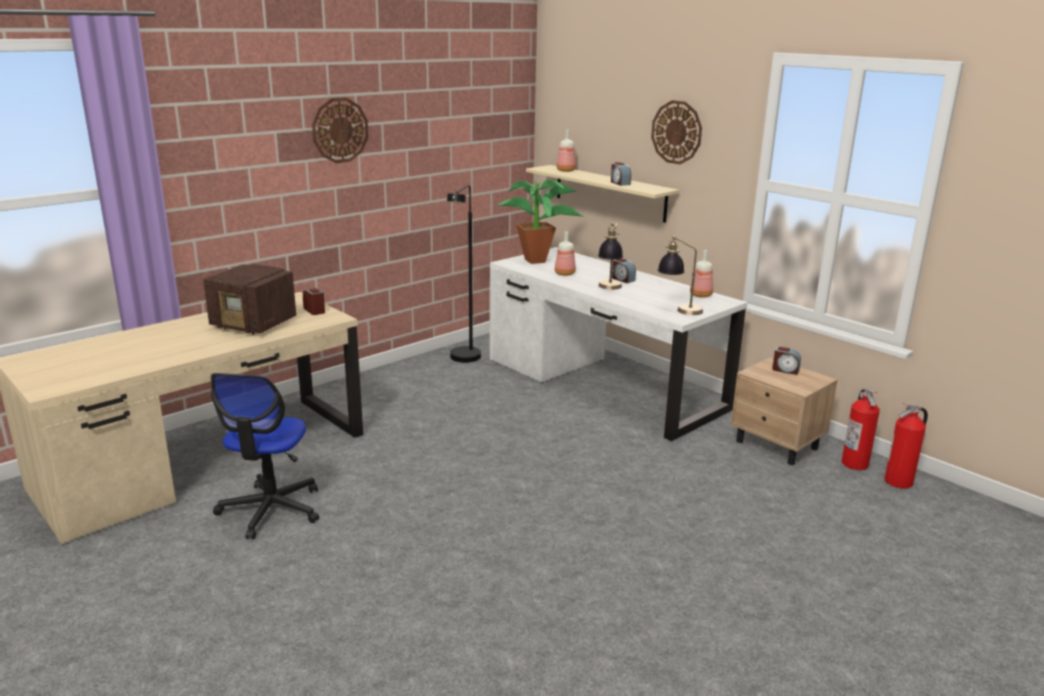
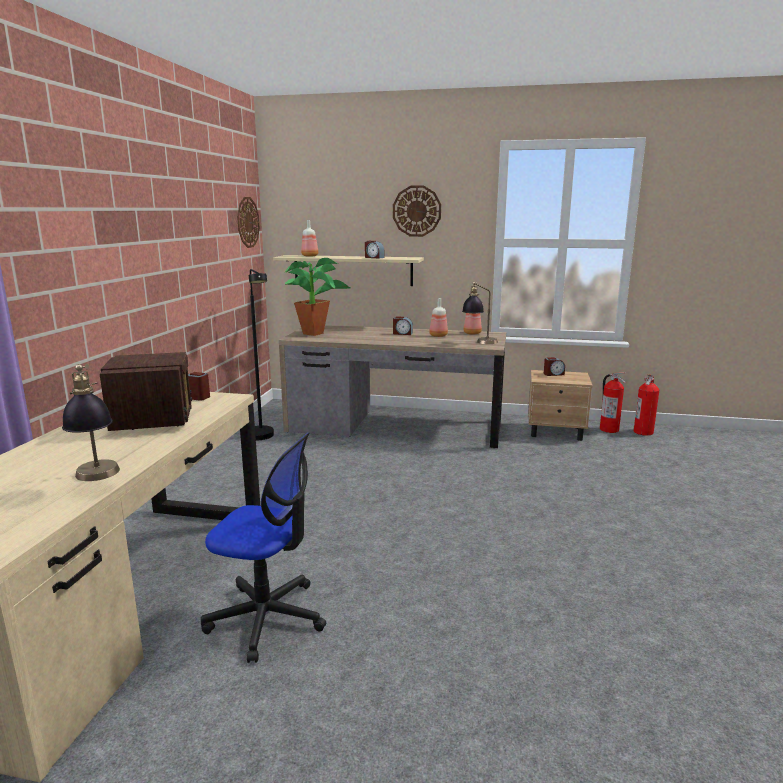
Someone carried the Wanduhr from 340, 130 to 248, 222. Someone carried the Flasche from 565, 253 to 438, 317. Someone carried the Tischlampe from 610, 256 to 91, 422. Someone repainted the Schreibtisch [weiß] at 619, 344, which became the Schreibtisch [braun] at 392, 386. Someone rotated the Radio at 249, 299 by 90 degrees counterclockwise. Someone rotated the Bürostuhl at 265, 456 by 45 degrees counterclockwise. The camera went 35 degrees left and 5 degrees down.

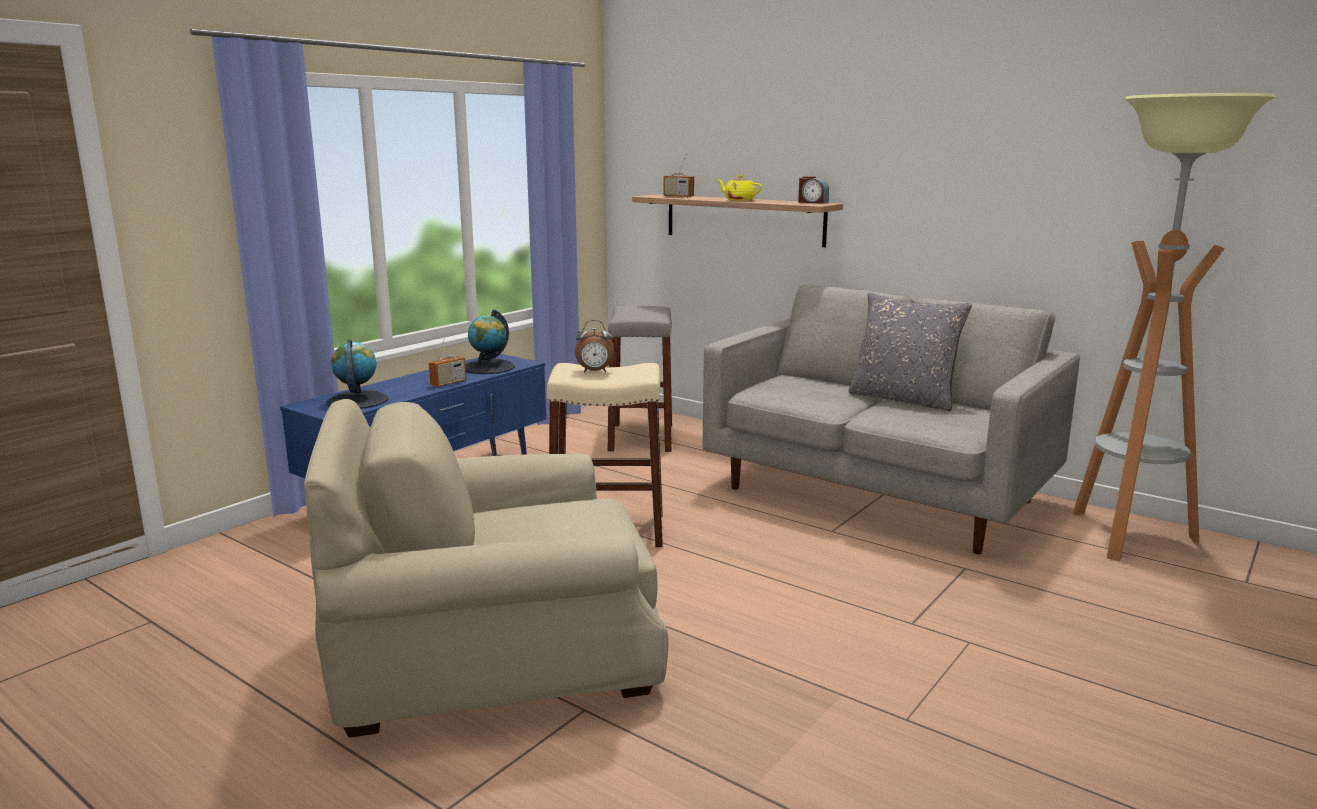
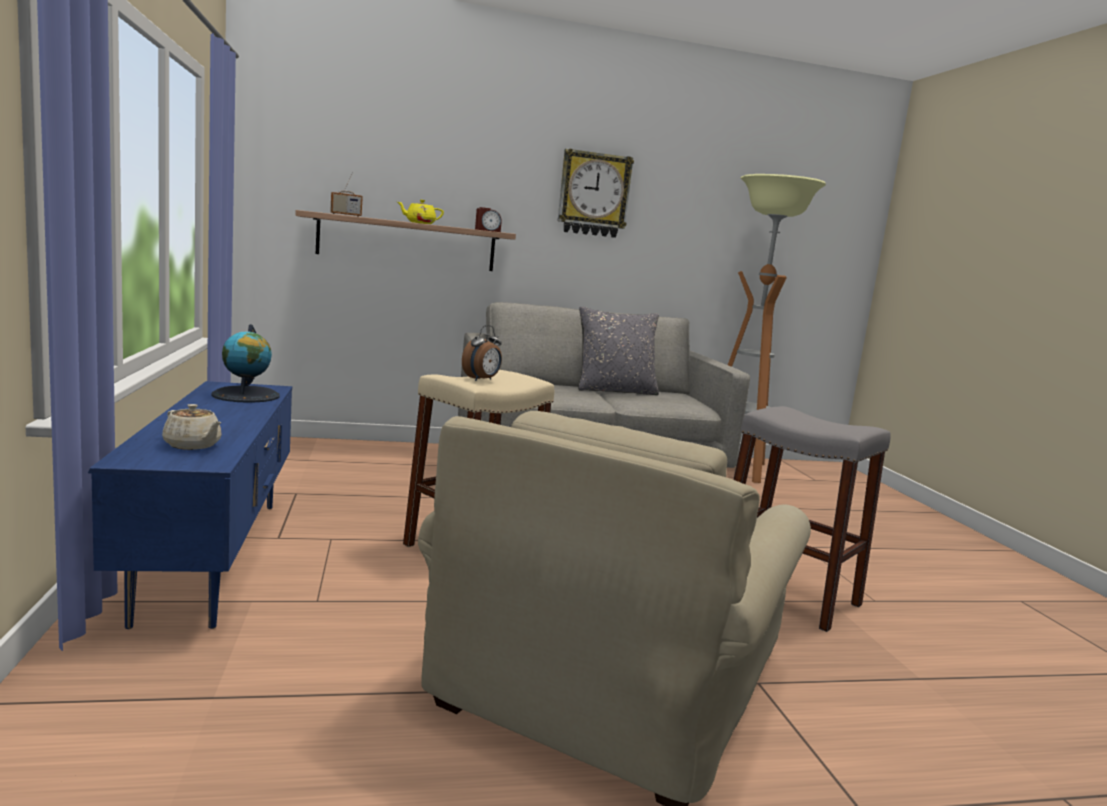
Someone took away the Radio at 447, 359. Someone put up the Wanduhr at 596, 193. Someone carried the Hocker [grau] from 640, 379 to 812, 519. Someone swapped the Globus at 357, 374 for the Teekanne [beige] at 191, 427. The camera went 50 degrees left and 5 degrees down.

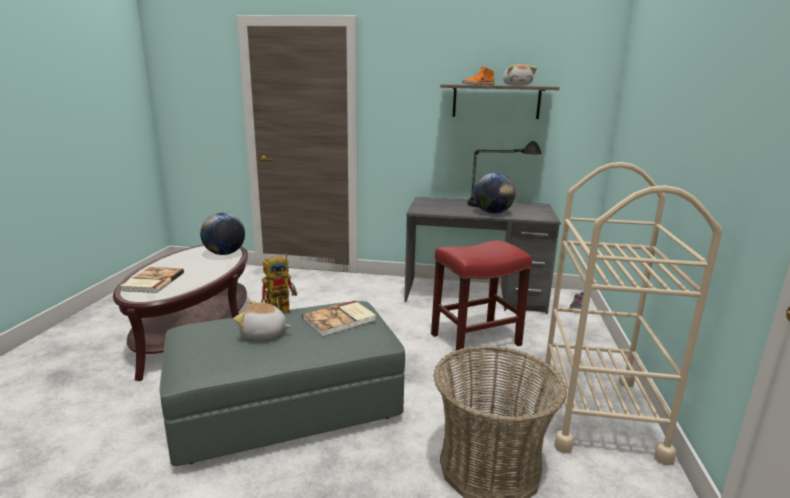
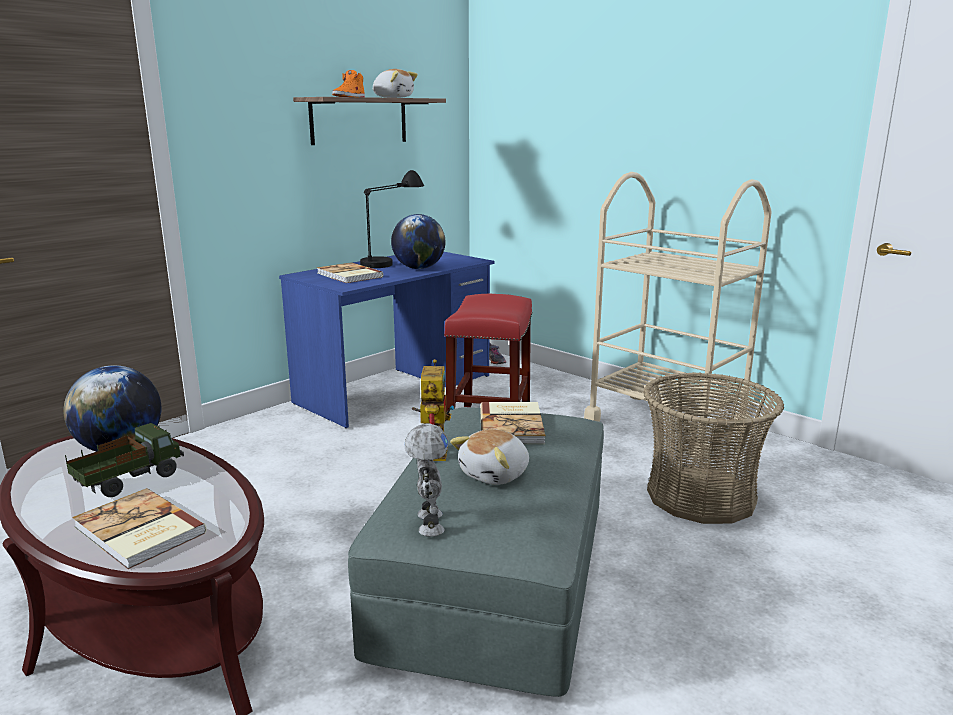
Someone put down the Spielzeuglaster at 124, 460. Someone put down the Buch at 350, 272. Someone put down the Spielzeugroboter at 427, 480. Someone repainted the Schreibtisch [grau] at 482, 255, which became the Schreibtisch [blau] at 386, 340. The camera went 55 degrees left and 0 degrees up.

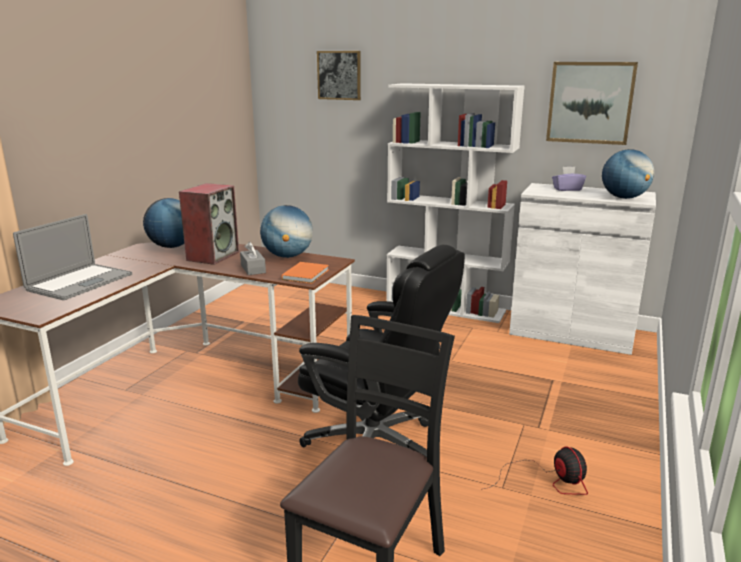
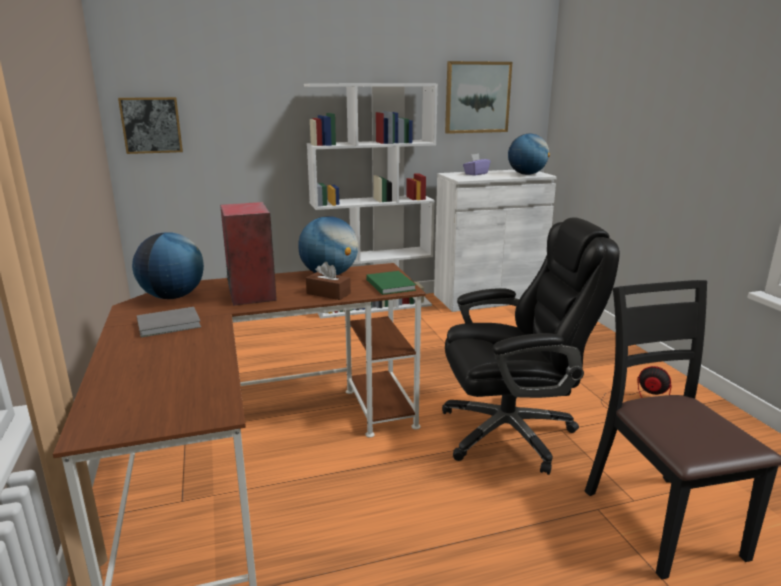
Someone took away the Laptop at 72, 257. Someone put down the Buch [grau] at 169, 322. Someone carried the Bild from 339, 75 to 150, 125. Someone repainted the Taschentuchbox [grau] at 253, 258, which became the Taschentuchbox [braun] at 328, 281. Someone repainted the Buch [orange] at 305, 273, which became the Buch [grün] at 391, 283. The camera went 40 degrees left and 0 degrees up.

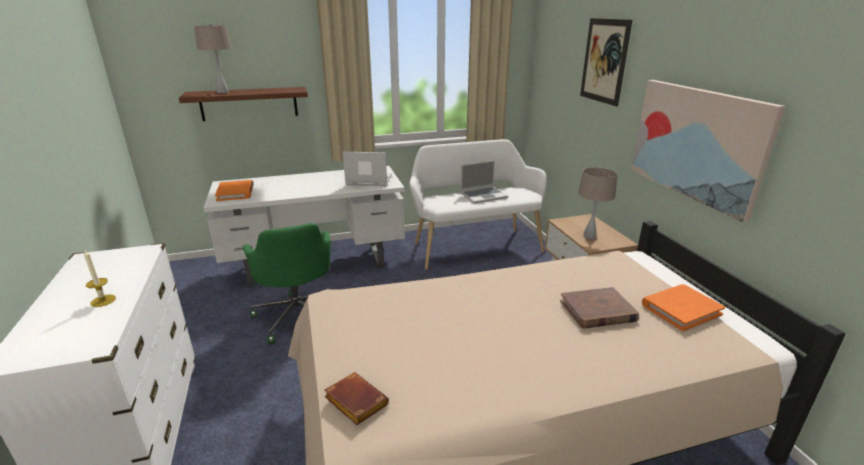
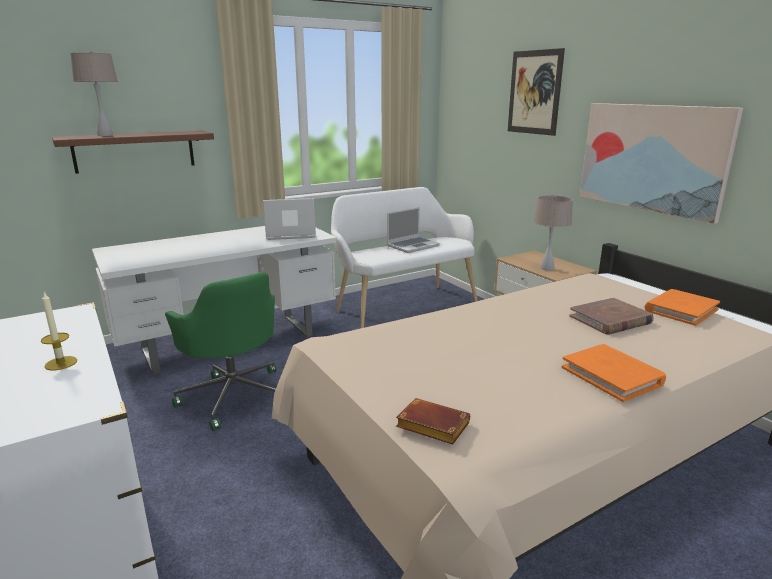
Someone carried the Buch [orange] from 234, 190 to 613, 373. The camera went 15 degrees left and 5 degrees down.

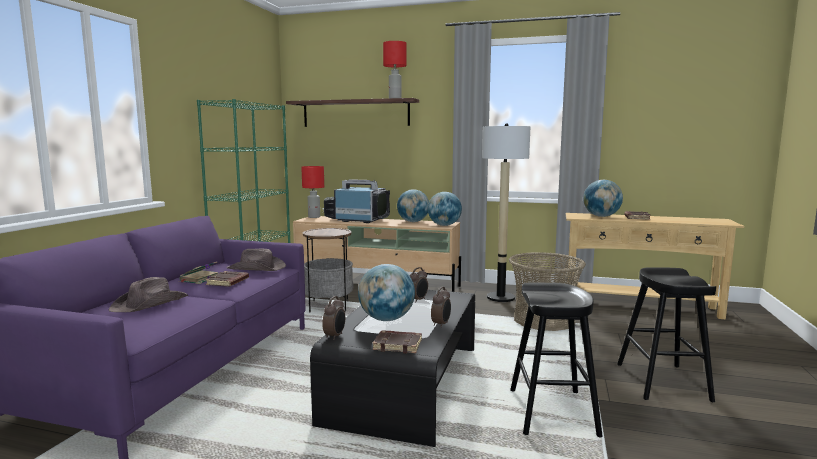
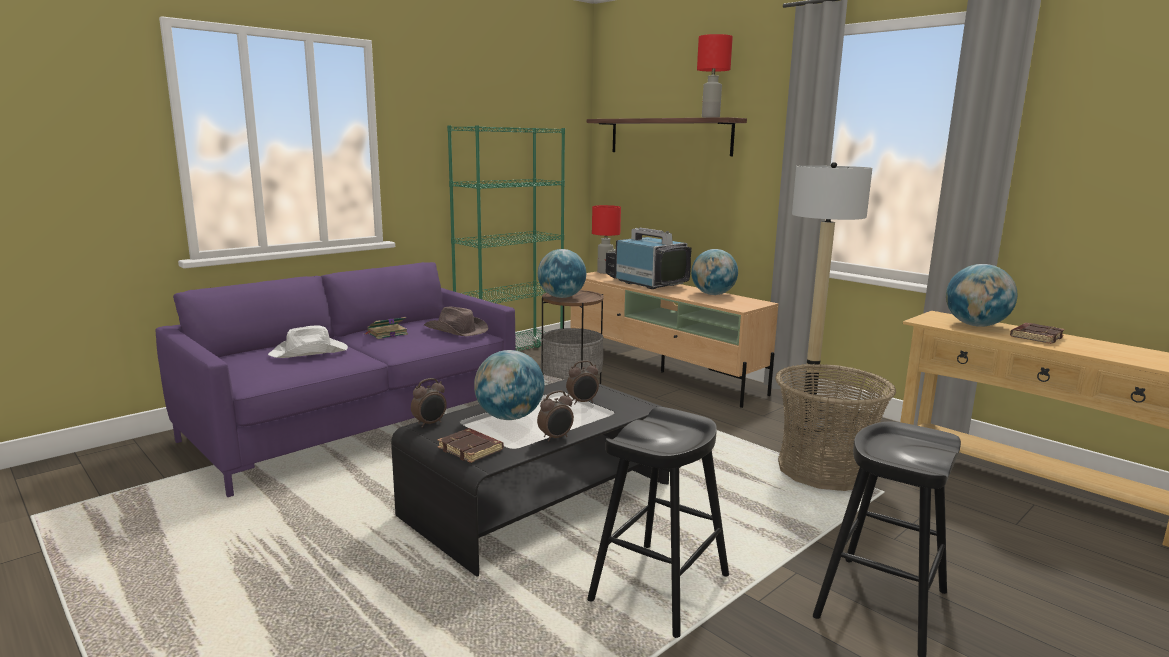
Someone took away the Buch [braun] at 227, 279. Someone carried the Globus from 445, 209 to 562, 273. Someone repainted the Hut [braun] at 148, 294, which became the Hut [weiß] at 308, 341. The camera went 30 degrees right and 5 degrees up.

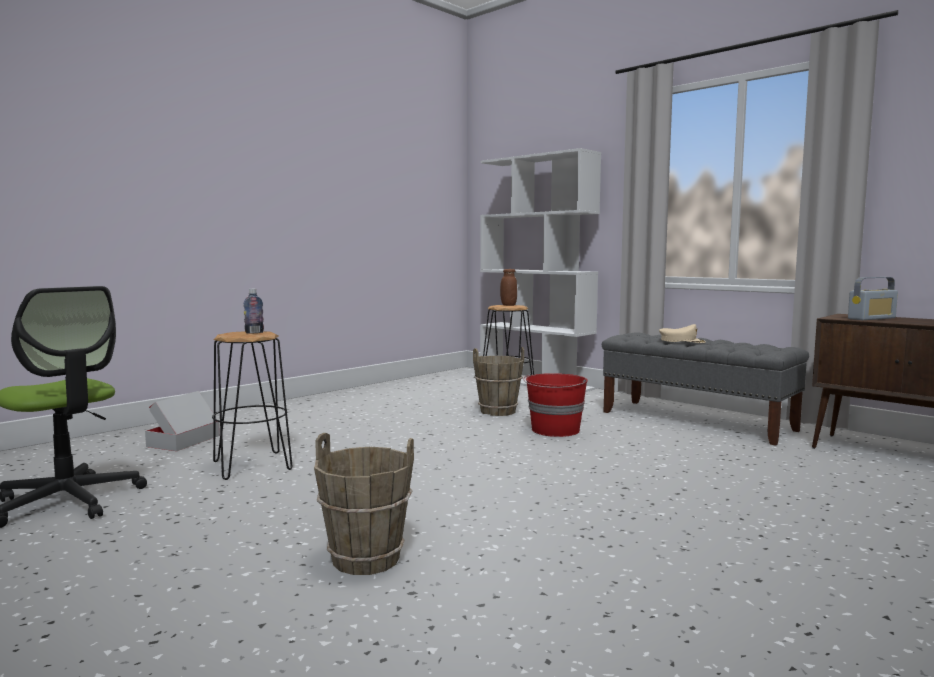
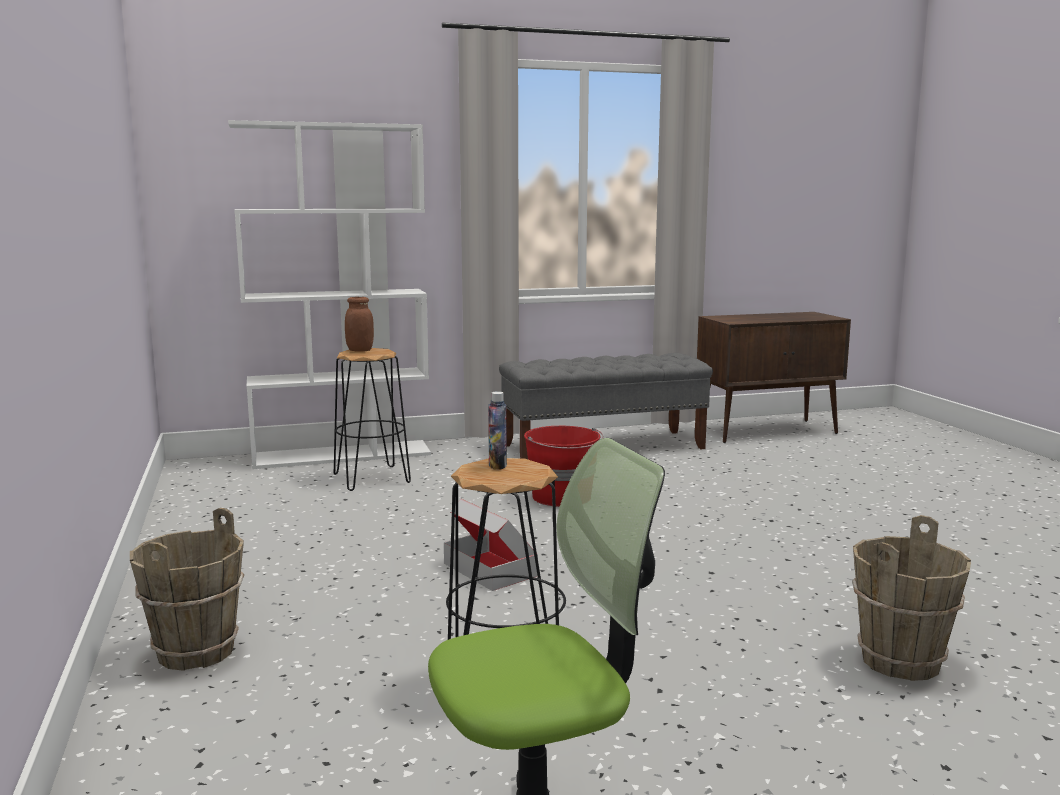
Someone took away the Kappe [beige] at 682, 333. Someone took away the Radio at 873, 298. Someone carried the Karton from 182, 421 to 491, 545. Someone carried the Eimer [braun] from 498, 381 to 187, 589. The camera went 60 degrees left and 5 degrees up.

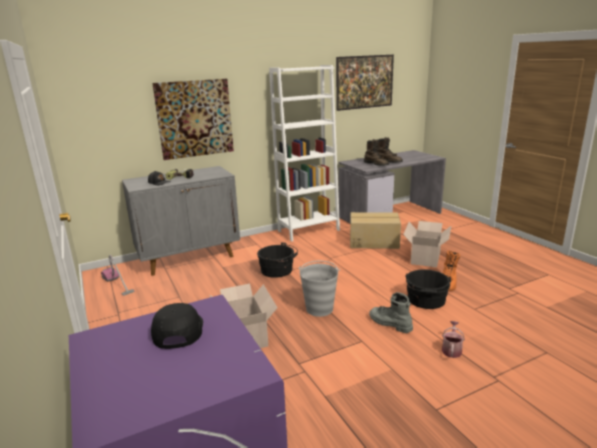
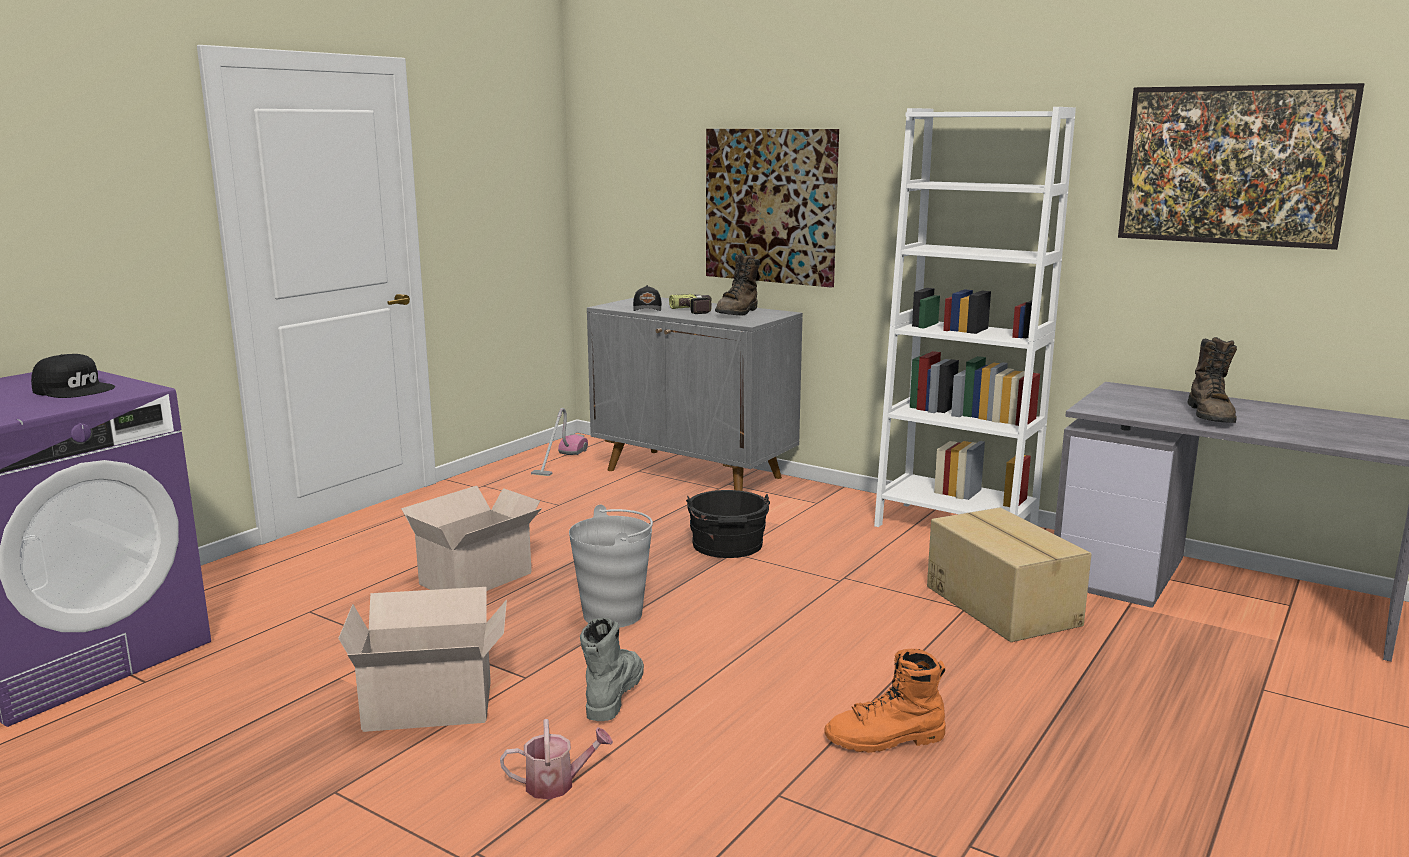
Someone took away the Eimer [schwarz] at 428, 289. Someone carried the Stiefel [braun] from 376, 152 to 737, 284. Someone carried the Karton from 427, 244 to 422, 659. Someone rotated the Kappe [schwarz] at 177, 326 by 60 degrees clockwise. The camera went 60 degrees right and 5 degrees down.

